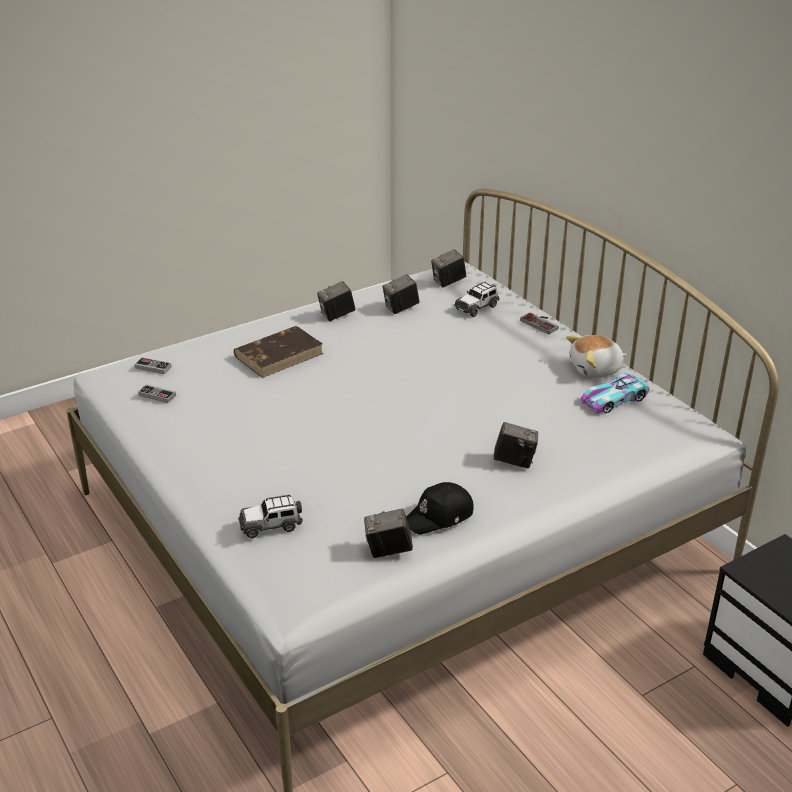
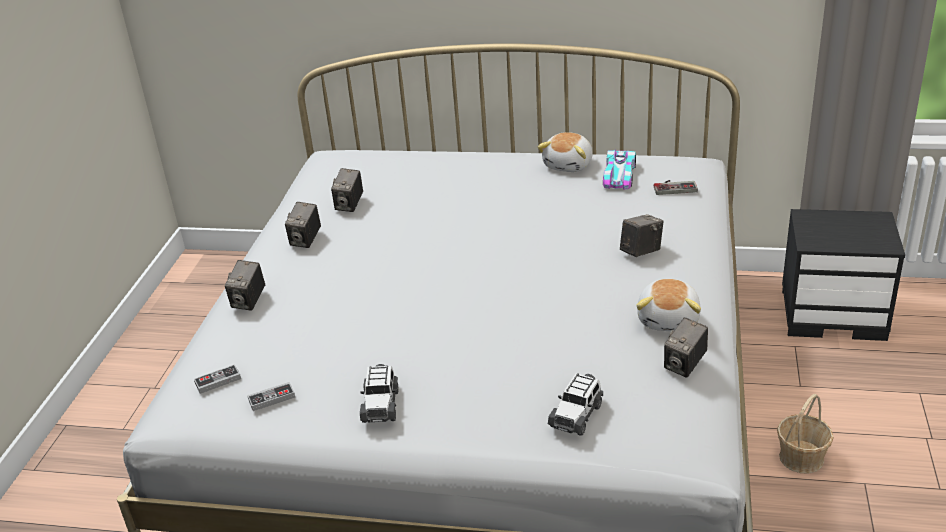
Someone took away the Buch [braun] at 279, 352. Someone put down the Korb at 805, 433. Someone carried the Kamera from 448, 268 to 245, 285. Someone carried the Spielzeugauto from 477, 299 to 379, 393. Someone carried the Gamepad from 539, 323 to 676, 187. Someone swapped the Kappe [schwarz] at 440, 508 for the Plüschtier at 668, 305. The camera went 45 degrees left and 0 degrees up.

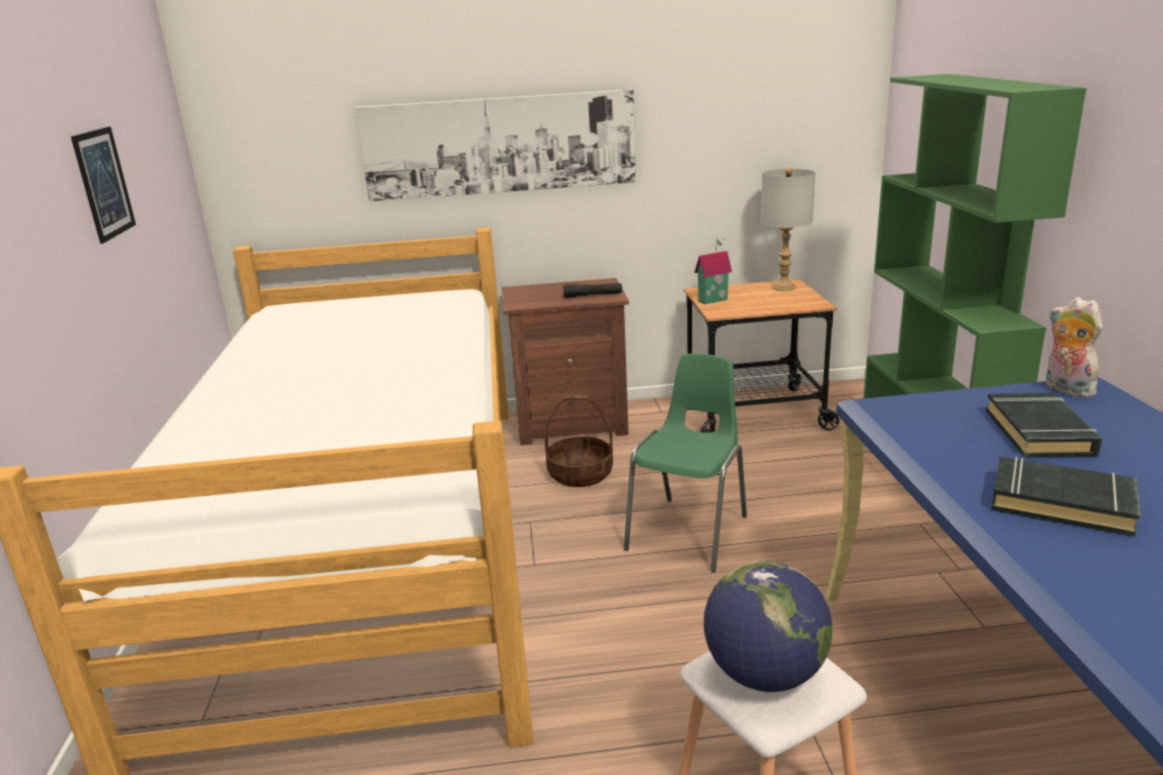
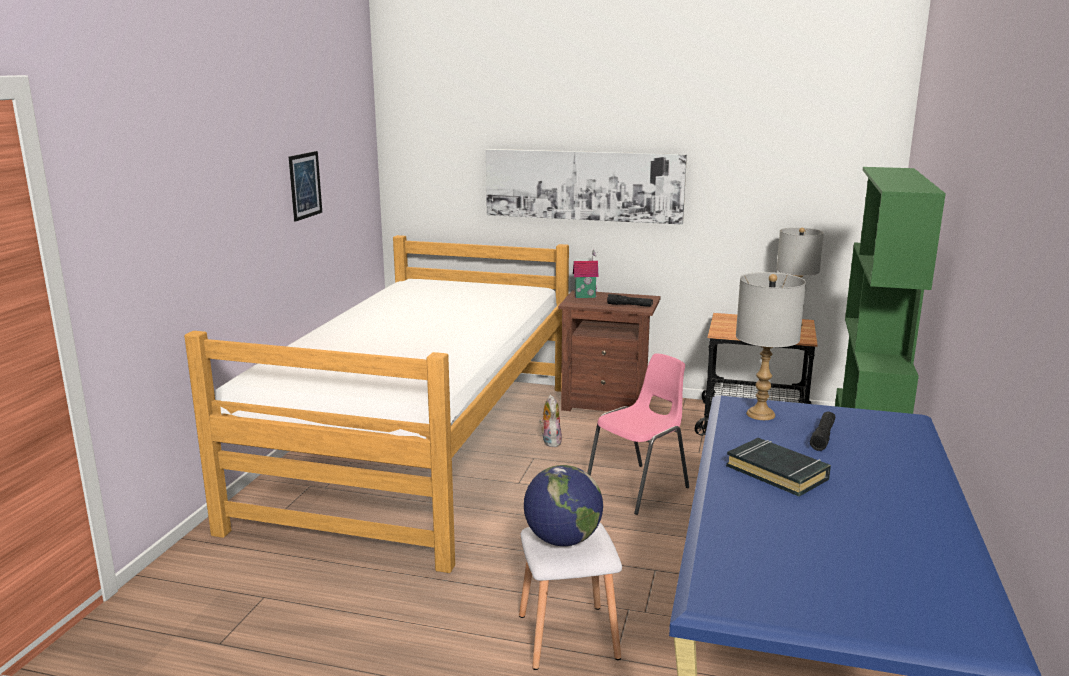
Someone took away the Korb at 578, 440. Someone put down the Tischlampe [grau] at 771, 346. Someone carried the Spielzeughaus from 713, 270 to 585, 274. Someone carried the Plüschtier from 1074, 347 to 550, 421. Someone swapped the Buch [schwarz] at 1044, 425 for the Taschenlampe [schwarz] at 822, 431. Someone repainted the Stuhl [grün] at 685, 462, which became the Stuhl [rosa] at 638, 434. The camera went 20 degrees right and 5 degrees down.

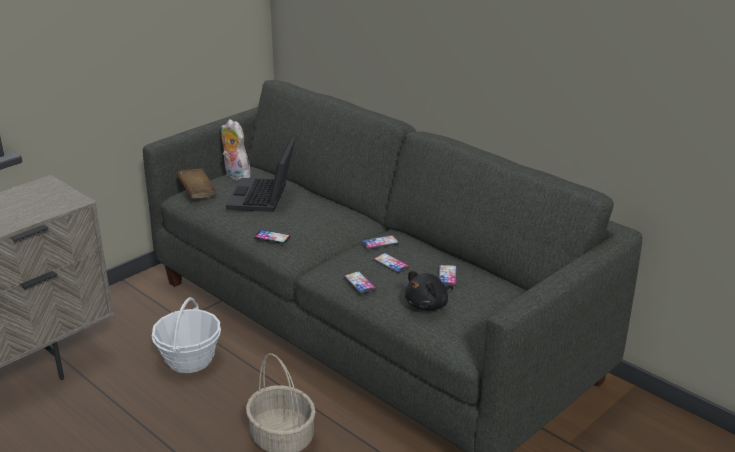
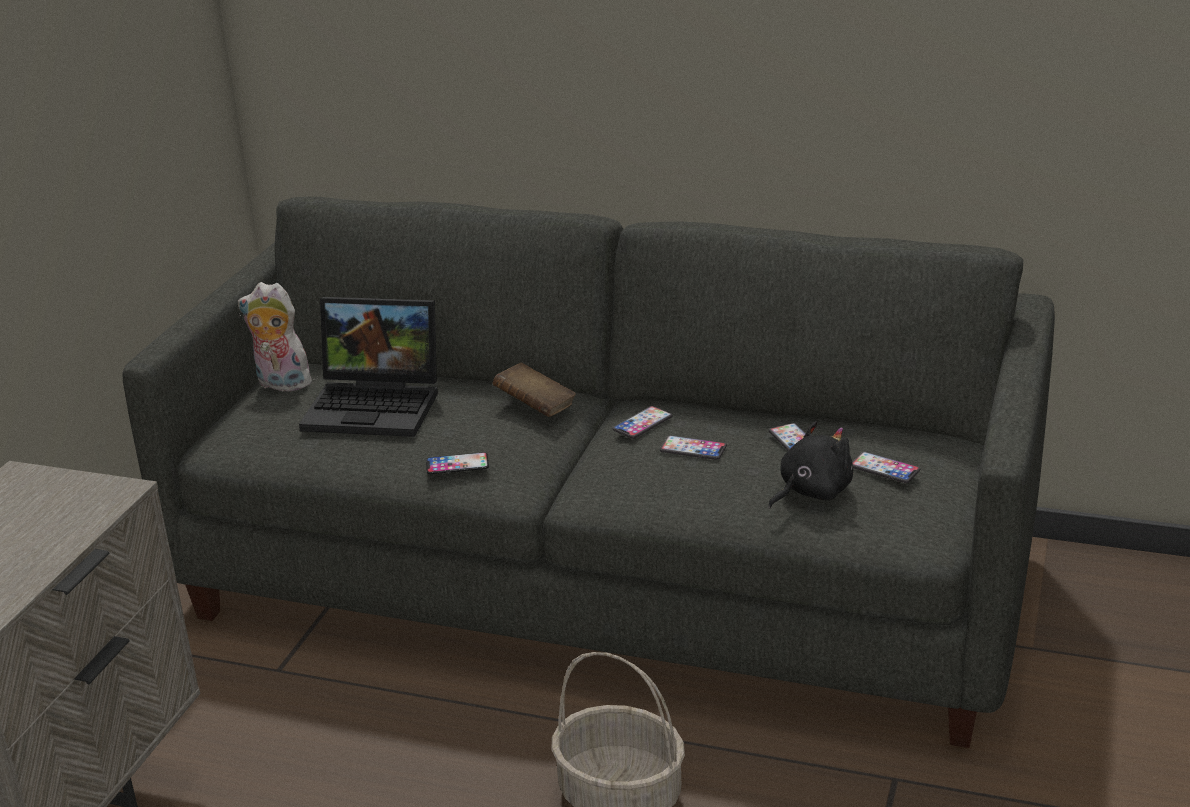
Someone took away the Korb at 186, 335. Someone carried the Buch [braun] from 196, 184 to 534, 389. Someone carried the Handy from 360, 282 to 886, 467. Someone rotated the Laptop at 261, 174 by 60 degrees counterclockwise. Someone rotated the Plüschtier [schwarz] at 429, 290 by 150 degrees counterclockwise. The camera went 25 degrees left and 0 degrees up.

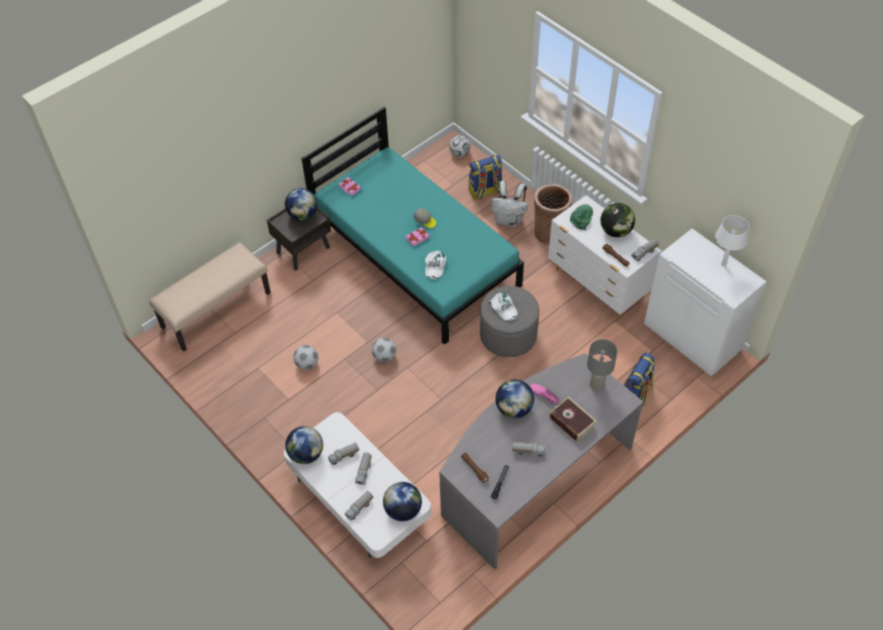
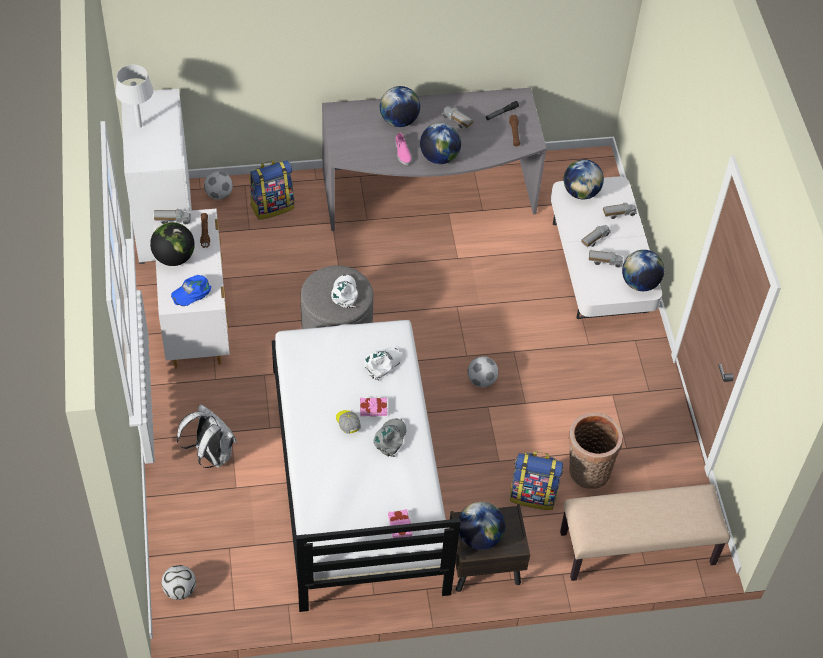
Someone took away the Tischlampe [grau] at 602, 365. Someone put down the Kappe [grau] at 389, 437. Someone carried the Fußball from 305, 357 to 218, 185. Someone carried the Rucksack from 485, 177 to 536, 480. Someone carried the Korb from 553, 214 to 595, 451. Someone swapped the Buch at 573, 420 for the Globus at 400, 106. Someone repainted the Bett [türkis] at 413, 226, which became the Bett [weiß] at 366, 466. Someone repainted the Kappe [grün] at 581, 217, which became the Kappe [blau] at 191, 290. The camera went 150 degrees left and 0 degrees up.

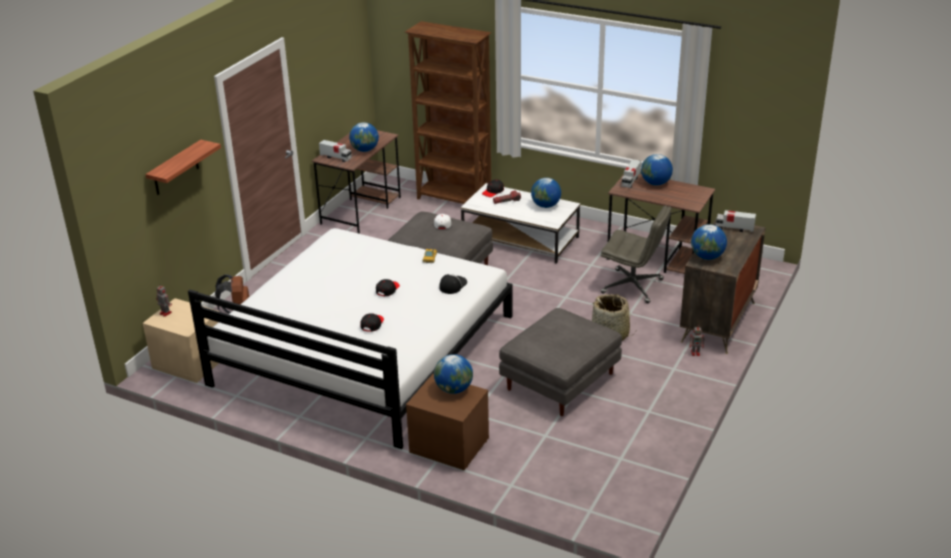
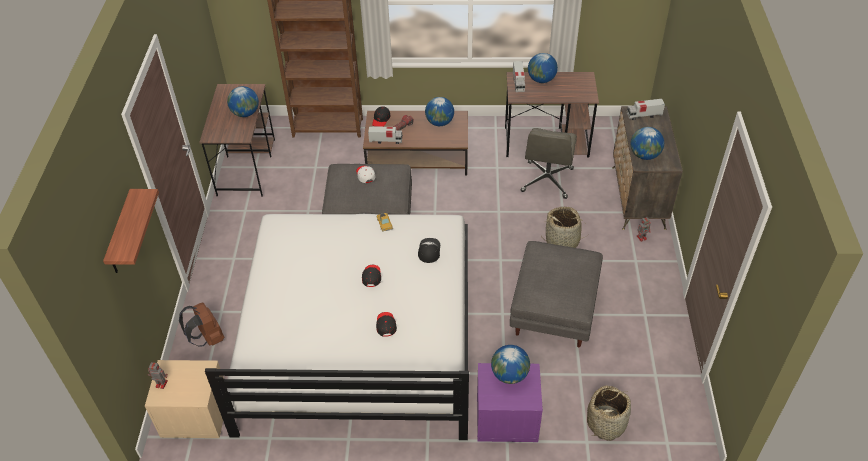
Someone put down the Korb at 609, 413. Someone carried the Spielzeuglaster from 335, 151 to 385, 135. Someone repainted the Nachttisch [braun] at 447, 422, which became the Nachttisch [lila] at 510, 402. Someone repainted the Couchtisch [weiß] at 520, 223, which became the Couchtisch [braun] at 415, 143. Someone rotated the Bürostuhl [grau] at 636, 254 by 105 degrees clockwise. The camera went 25 degrees left and 15 degrees up.

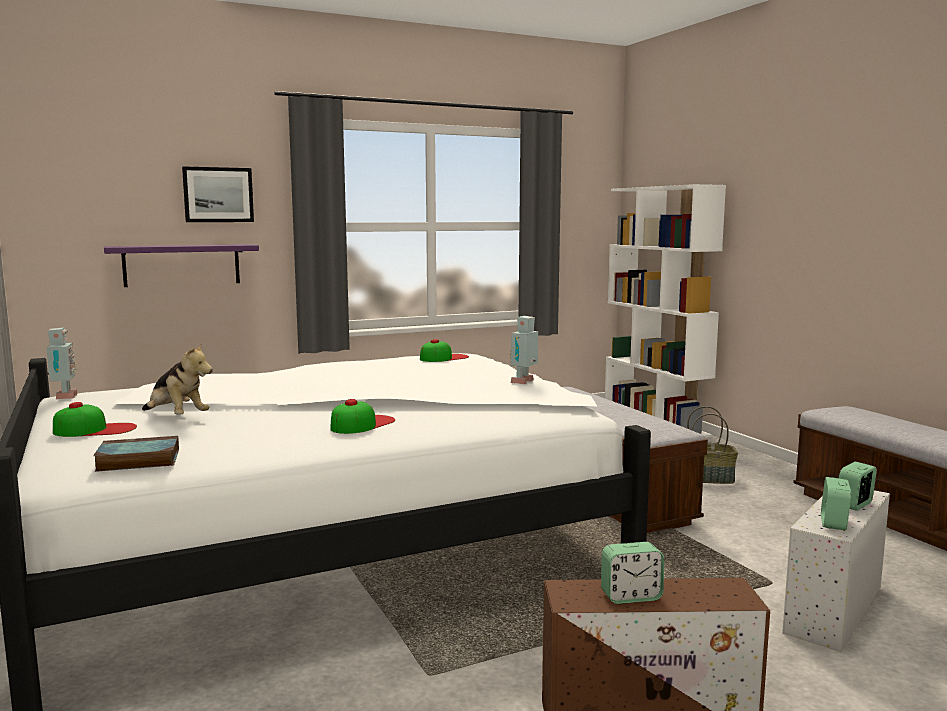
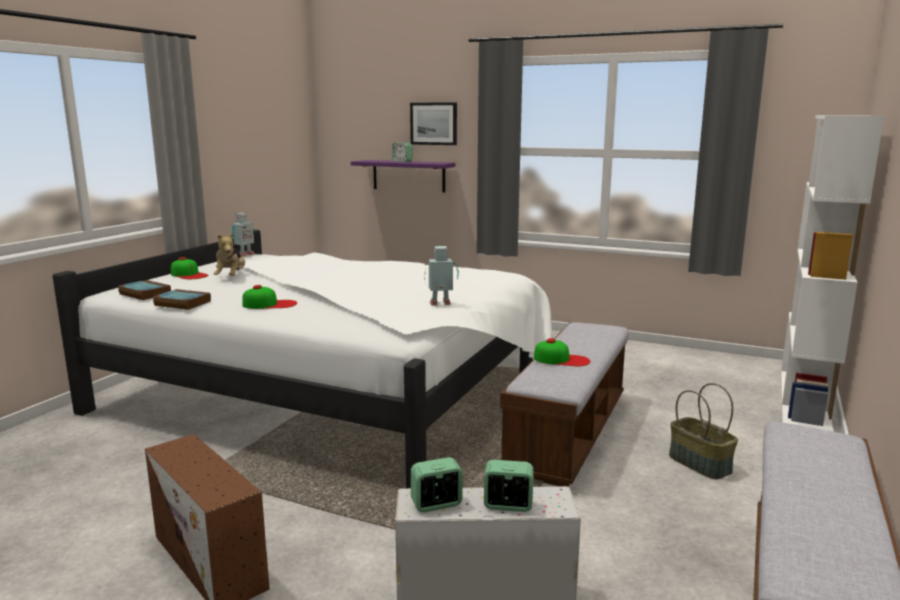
Someone put down the Buch at 182, 299. Someone carried the Kappe from 444, 350 to 562, 352. Someone carried the Wecker from 632, 573 to 402, 152. The camera went 50 degrees right and 5 degrees up.

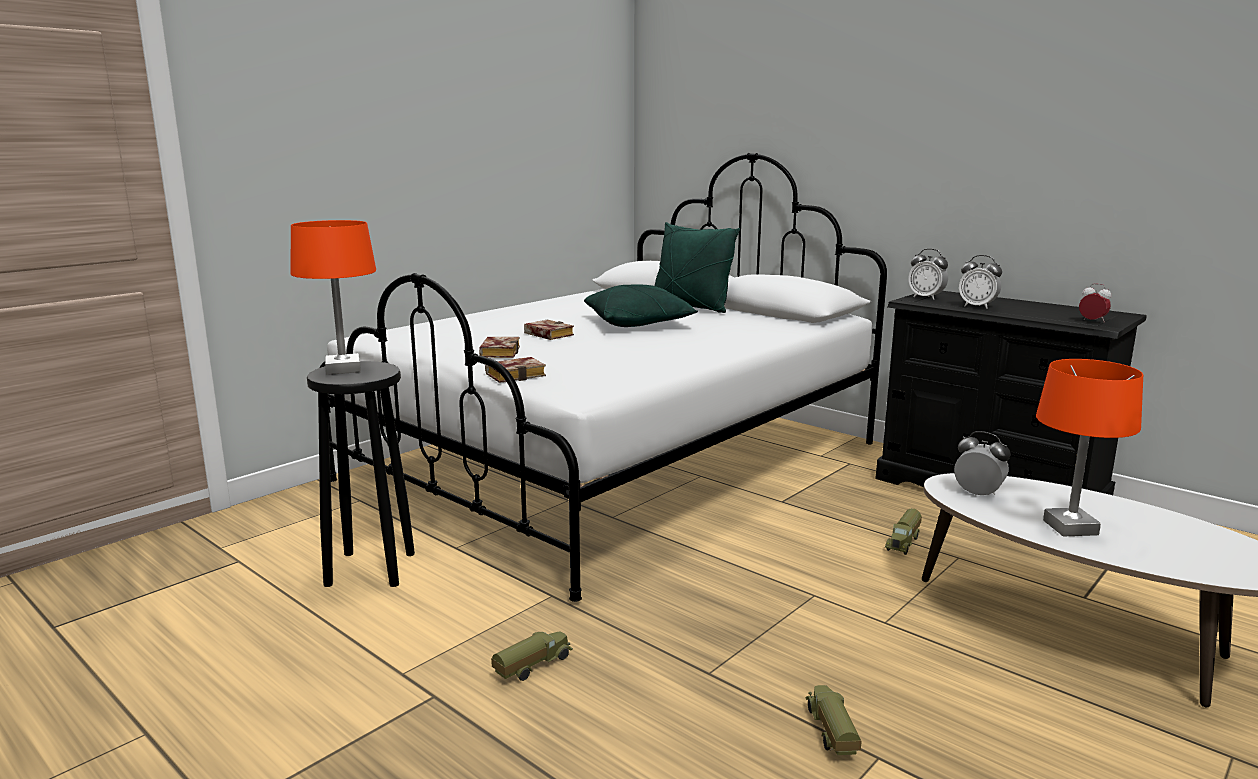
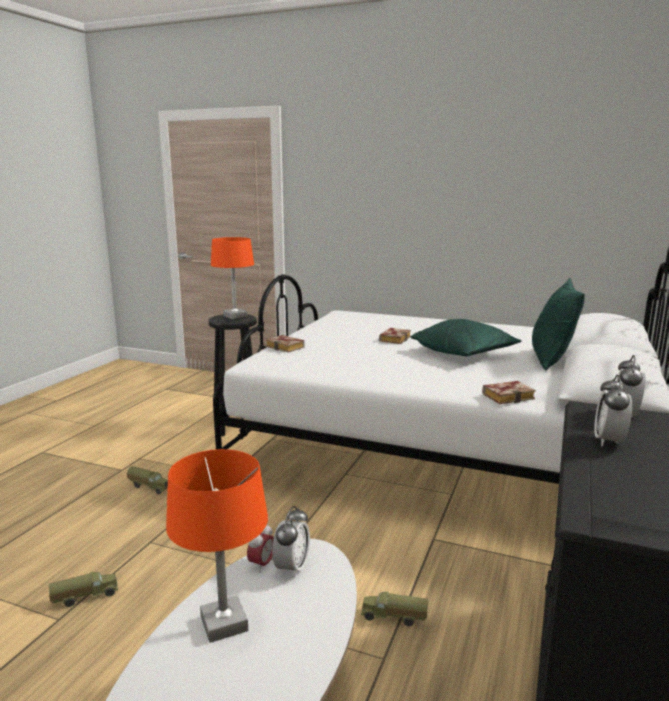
Someone carried the Buch from 499, 347 to 509, 392. Someone carried the Wecker from 1095, 303 to 260, 547. The camera went 70 degrees right and 0 degrees up.

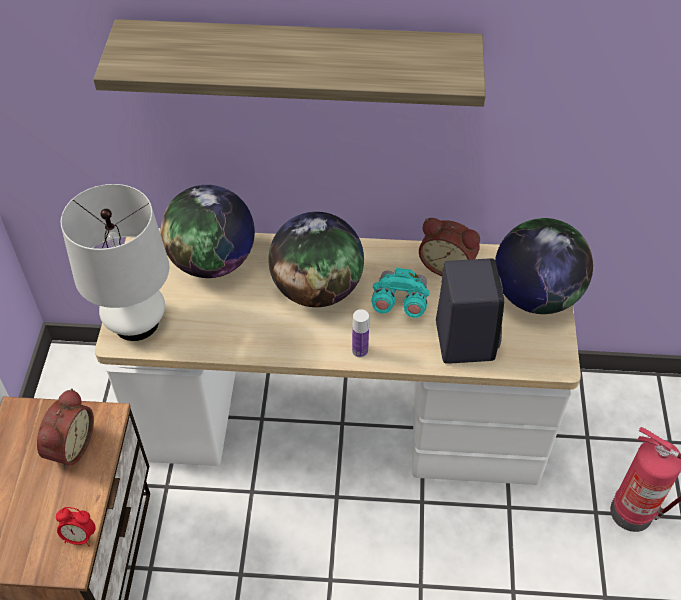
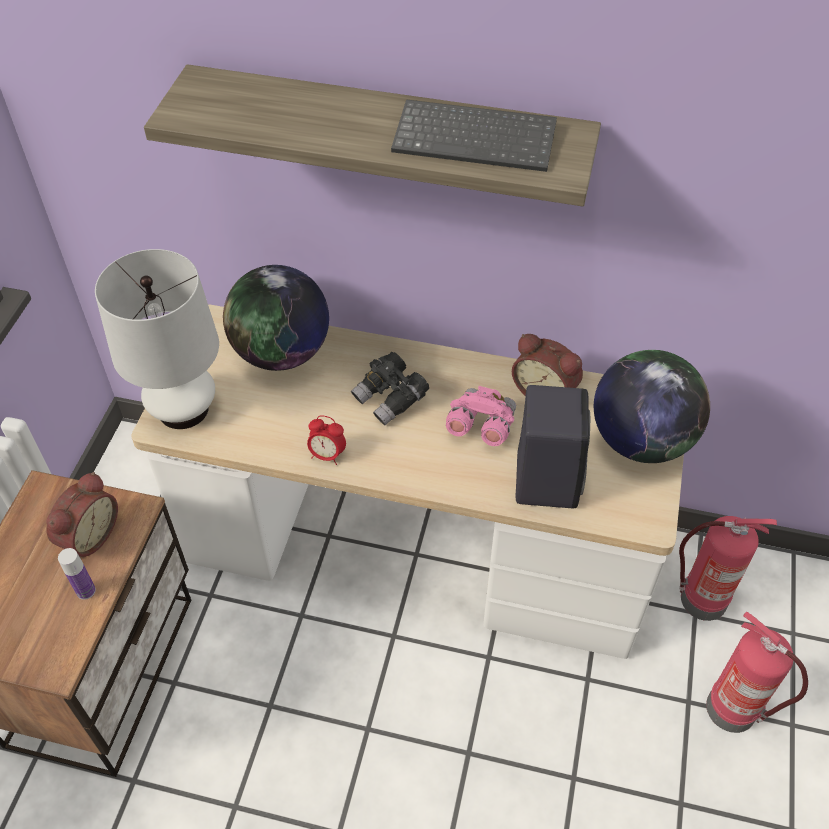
Someone put down the Tastatur at 474, 135. Someone put down the Feuerlöscher at 728, 568. Someone carried the Wecker from 76, 526 to 326, 440. Someone carried the Flasche from 360, 333 to 77, 574. Someone swapped the Globus at 316, 259 for the Fernglas [schwarz] at 390, 388. Someone repainted the Fernglas [türkis] at 400, 293, which became the Fernglas [rosa] at 481, 416. The camera went 10 degrees right and 0 degrees up.

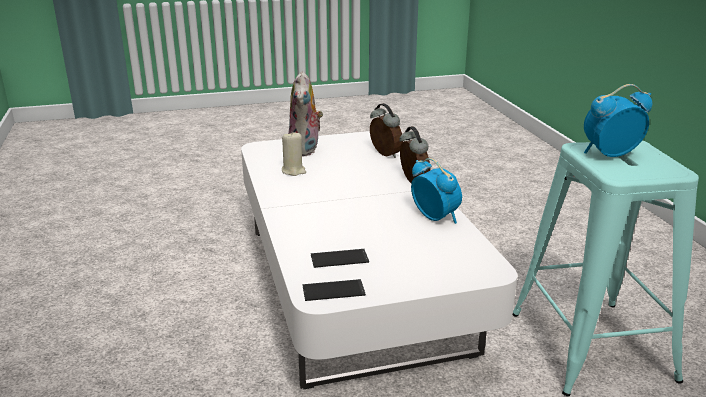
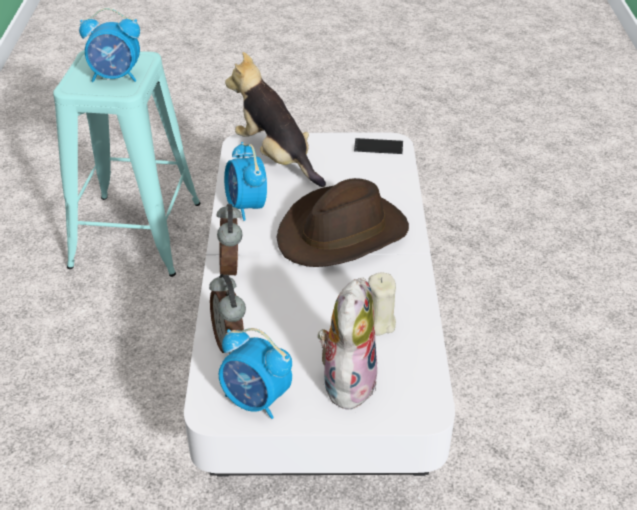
Someone took away the Handy at 340, 258. Someone put down the Wecker at 255, 373. Someone put down the Plüschtier at 275, 119. Someone put down the Hut [braun] at 342, 222. The camera went 165 degrees left and 15 degrees up.

